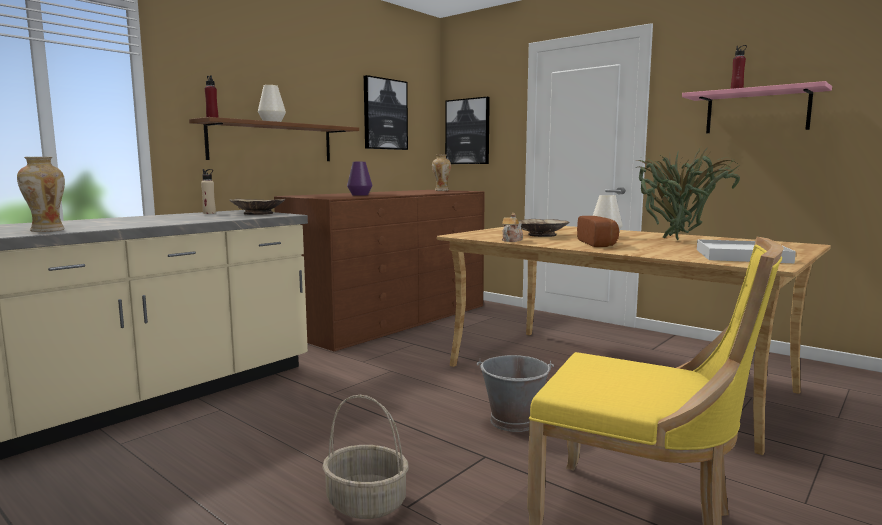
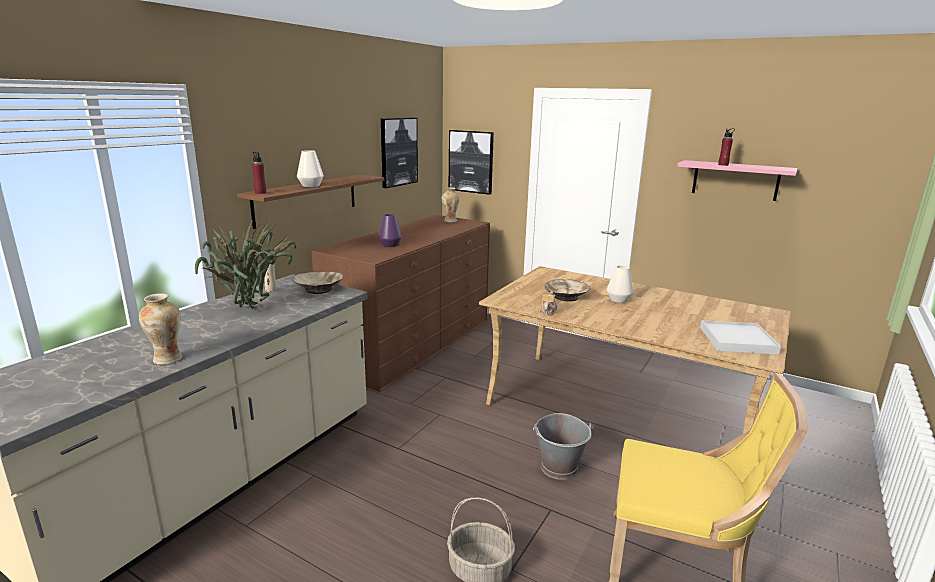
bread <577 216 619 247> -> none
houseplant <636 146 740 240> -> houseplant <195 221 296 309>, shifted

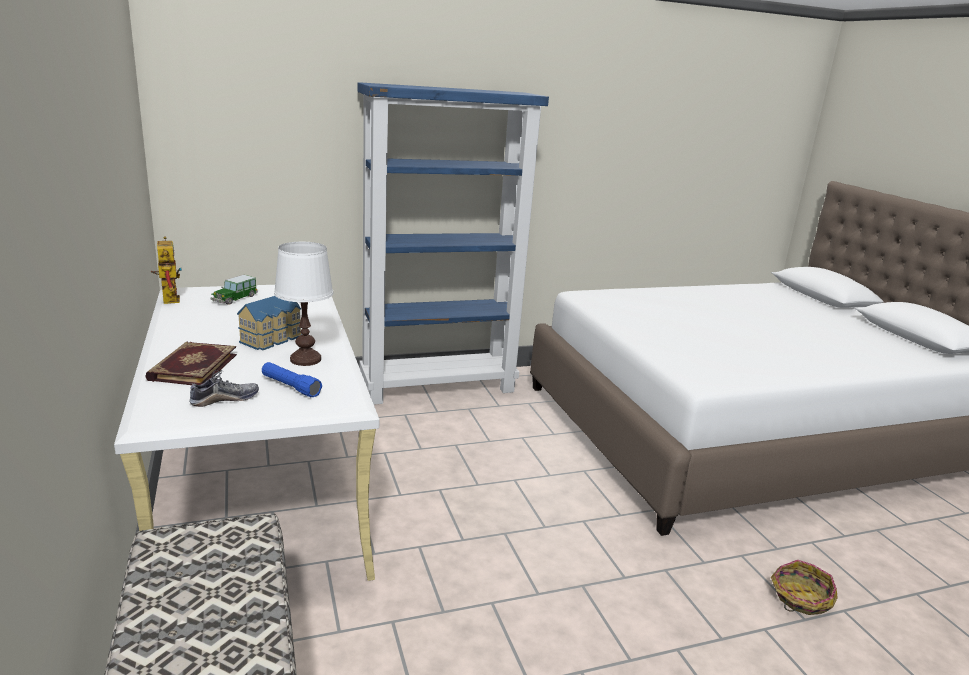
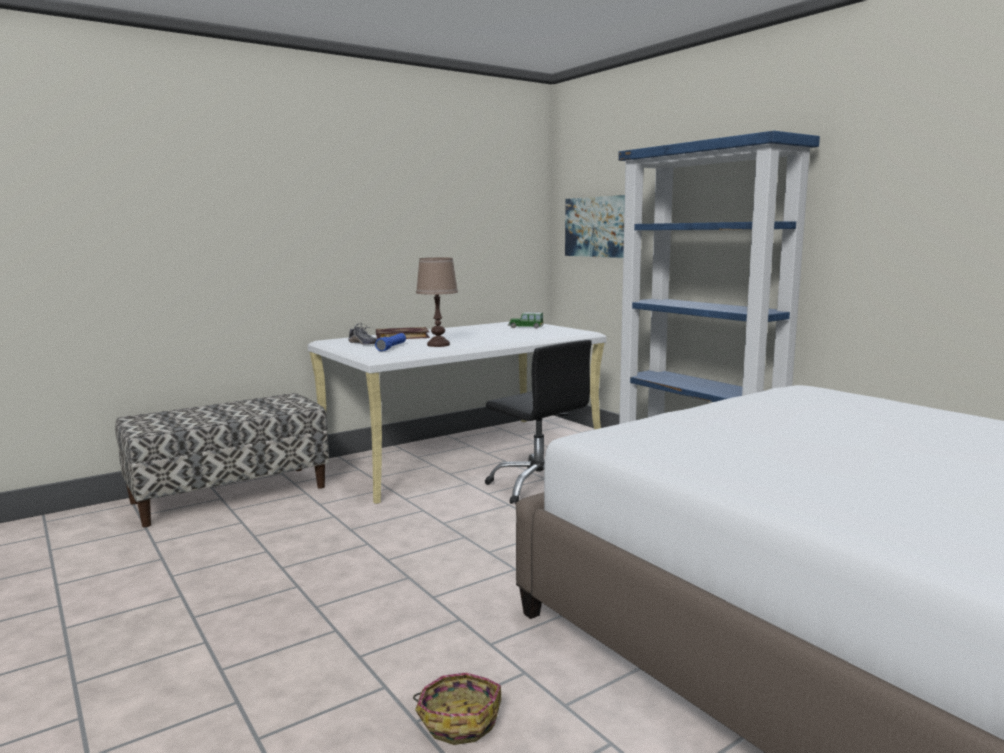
model robot <151 237 182 304> -> none
model house <237 296 301 350> -> none
none -> office chair (blackish) <485 340 592 505>
none -> wall picture <565 195 625 258>
table lamp (whitish) <274 242 333 366> -> table lamp (brown) <416 258 458 347>

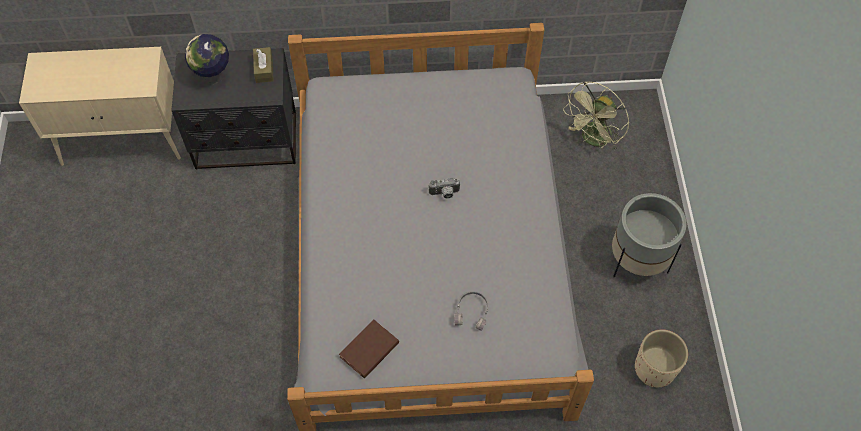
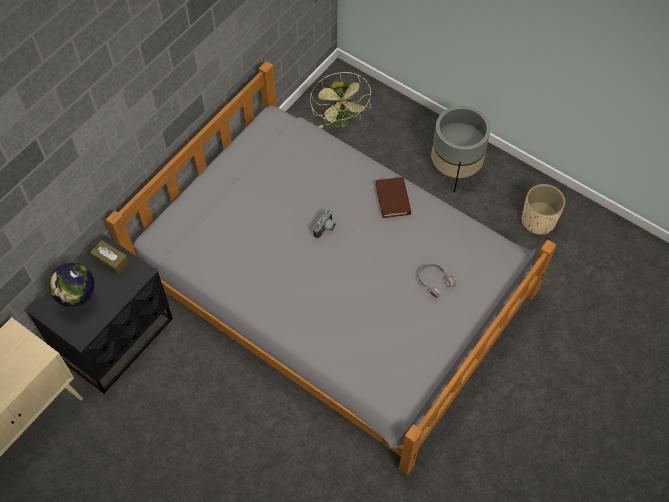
book (brown) <339 319 399 378> -> book (brown) <376 177 411 218>, shifted

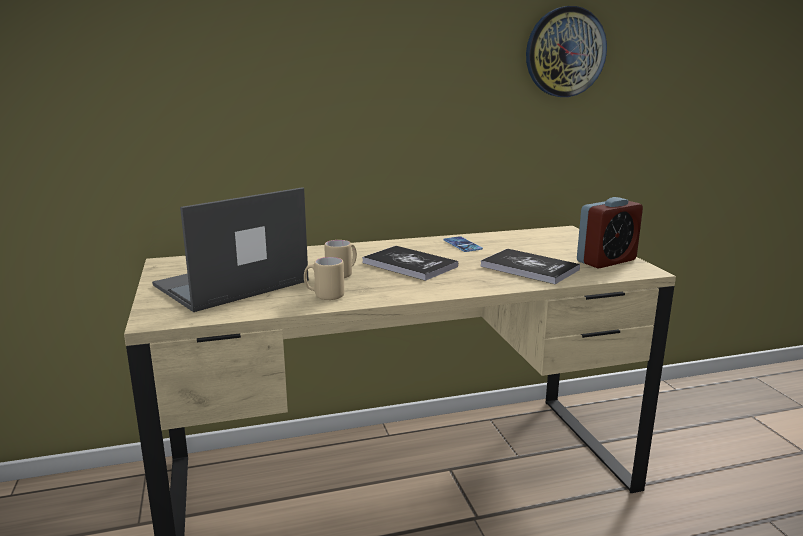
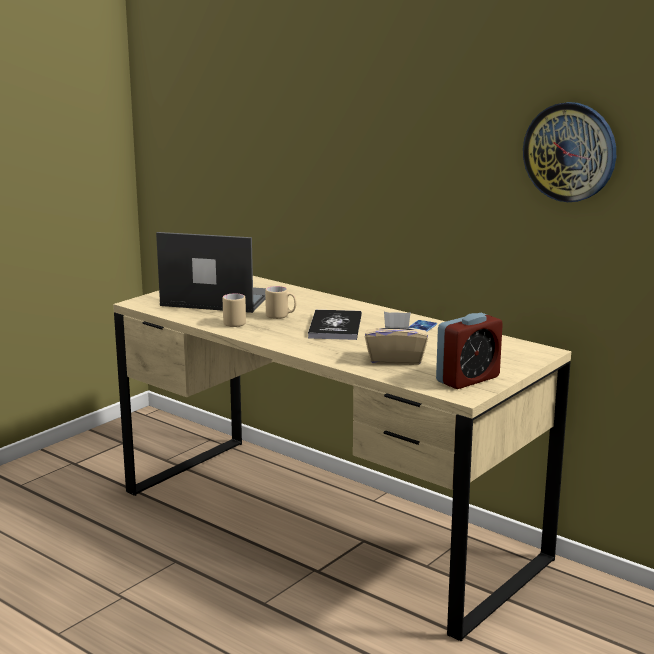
book <480 249 580 284> -> tissue holder (sand-coloured) <365 312 428 365>
table clock <577 197 643 269> -> table clock <436 313 503 389>, 60 degrees counterclockwise

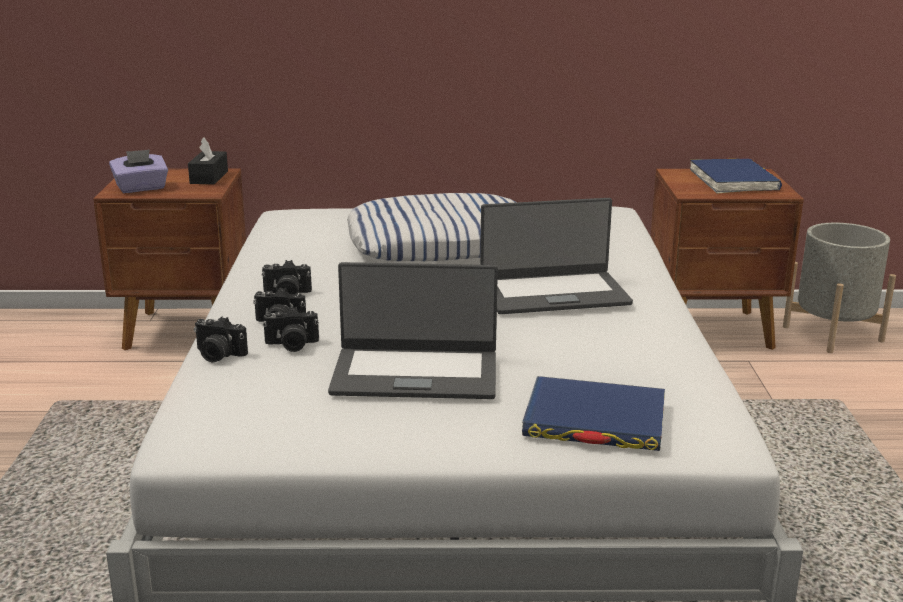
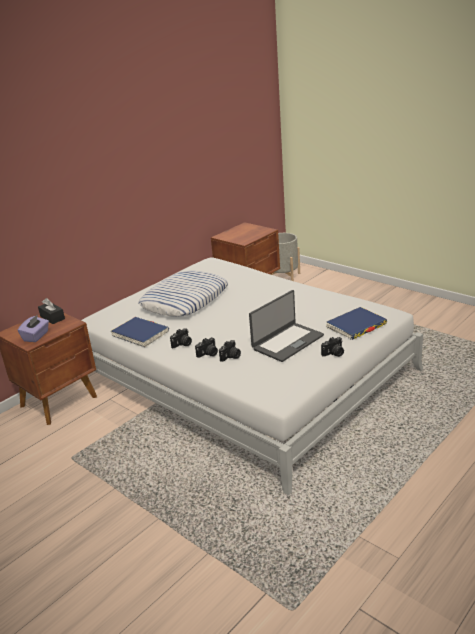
notebook computer <480 198 633 314> -> none
photo camera <194 317 248 363> -> photo camera <321 337 344 357>, shifted
book (bluish) <690 158 782 194> -> book (bluish) <111 317 169 347>, shifted

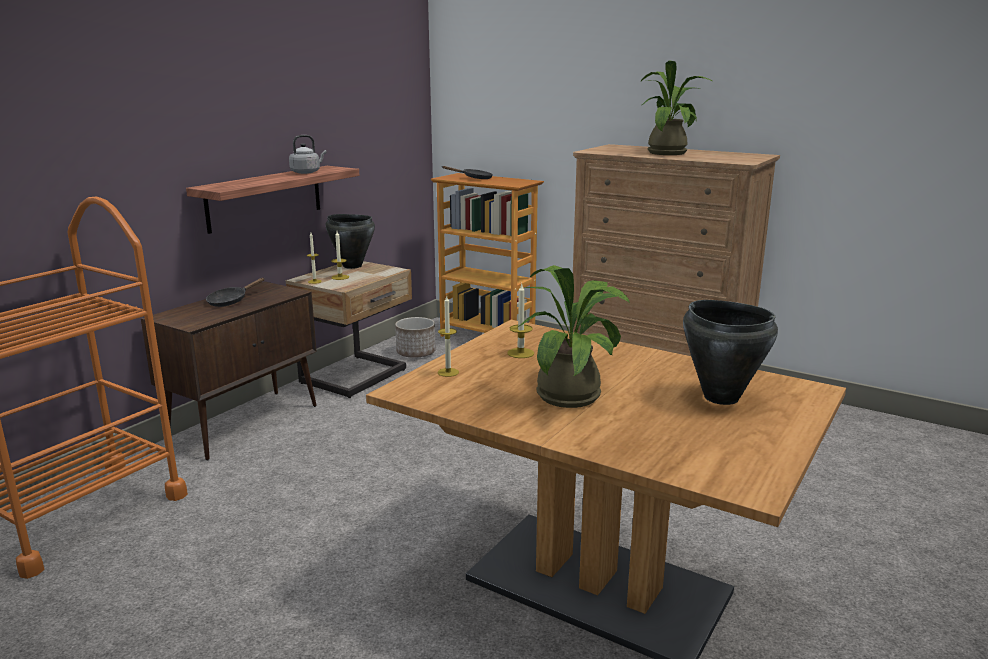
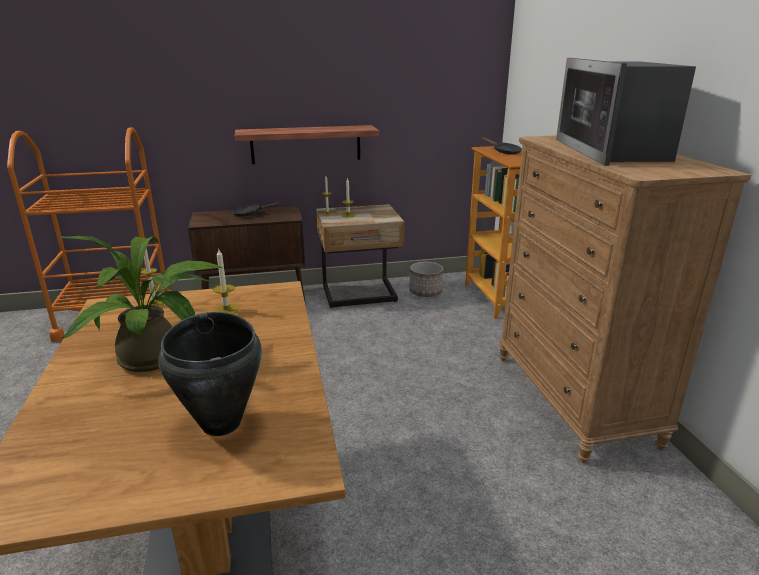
water kettle (greyish) <289 135 327 174> -> none
cooking pot (blackish) <326 214 375 269> -> none
houseplant <640 61 712 155> -> microwave oven <556 58 696 166>

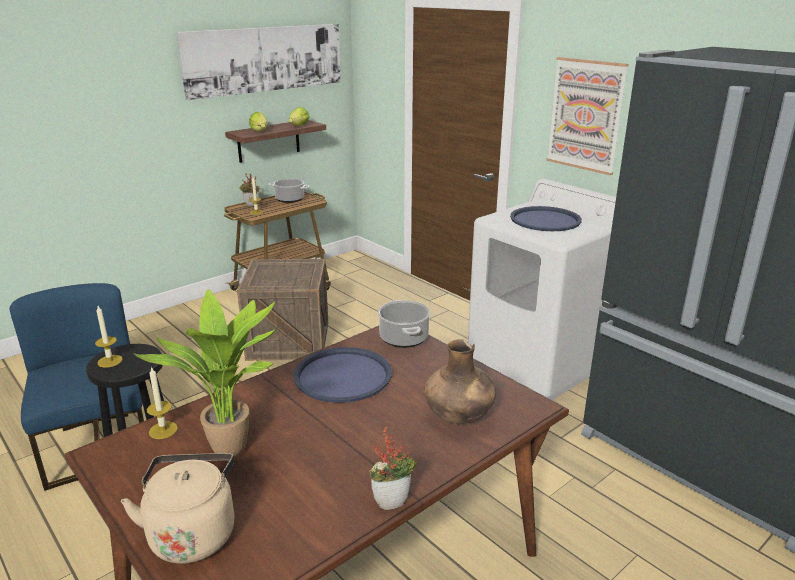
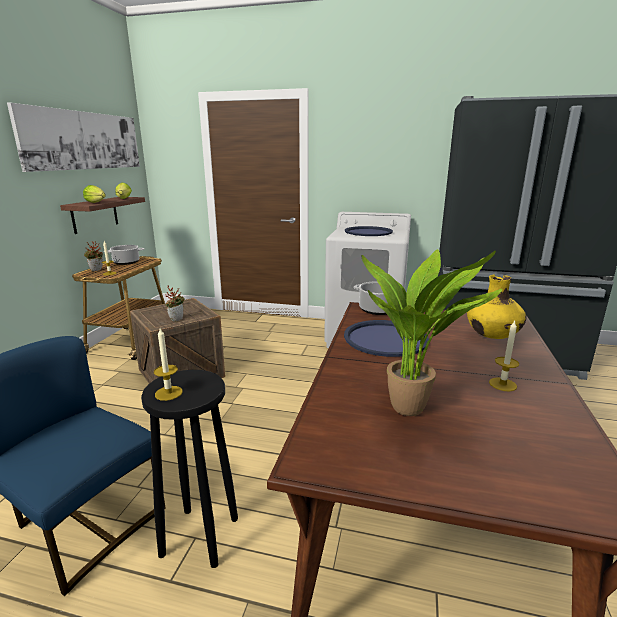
water kettle (sand-coloured) <121 453 234 564> -> none
wall picture <546 57 629 175> -> none
wax light <147 366 178 439> -> wax light <489 321 519 391>, shifted
houseplant <369 427 417 510> -> houseplant <165 285 184 322>, shifted
vase (brown) <424 339 496 424> -> vase (yellow) <467 275 526 339>

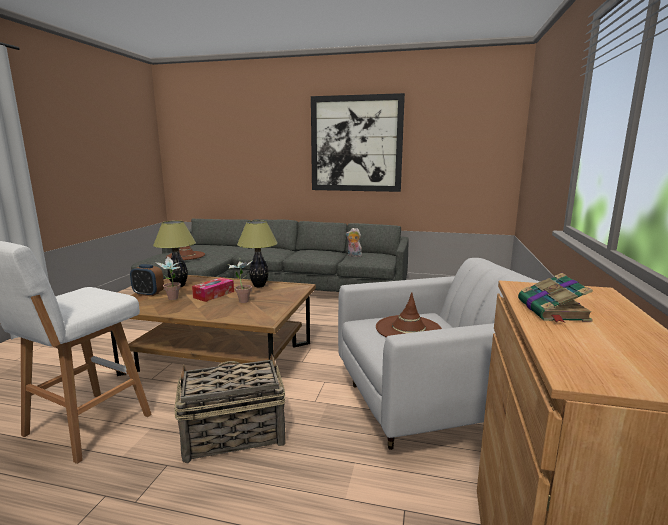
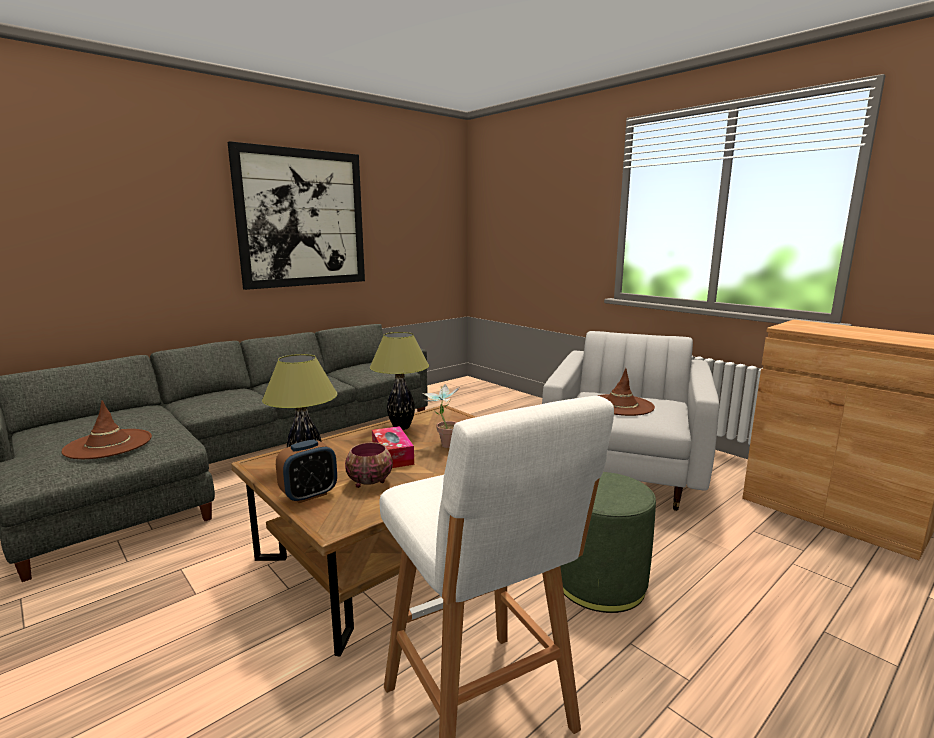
plush toy <346 228 362 257> -> none
book <518 273 593 322> -> none
houseplant <156 256 181 300> -> deep dish <345 442 393 488>
basket <174 354 285 463> -> pouffe (greenish) <560 472 656 613>

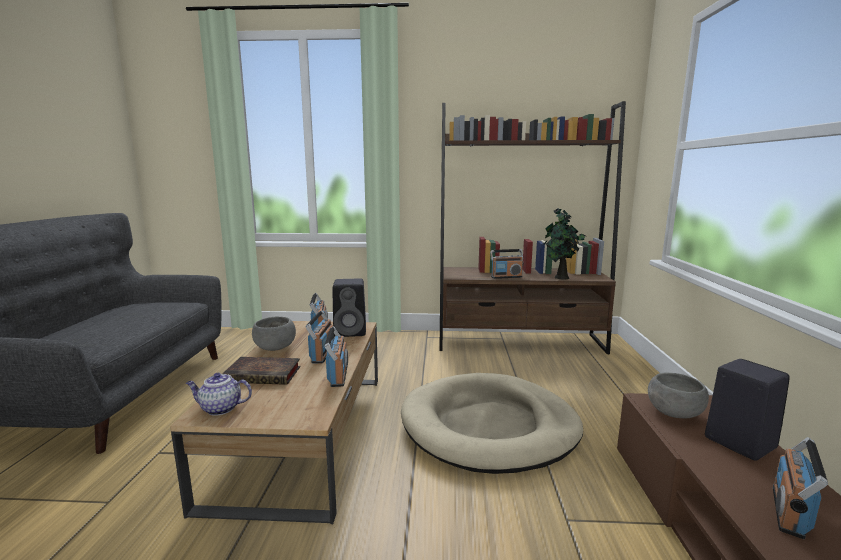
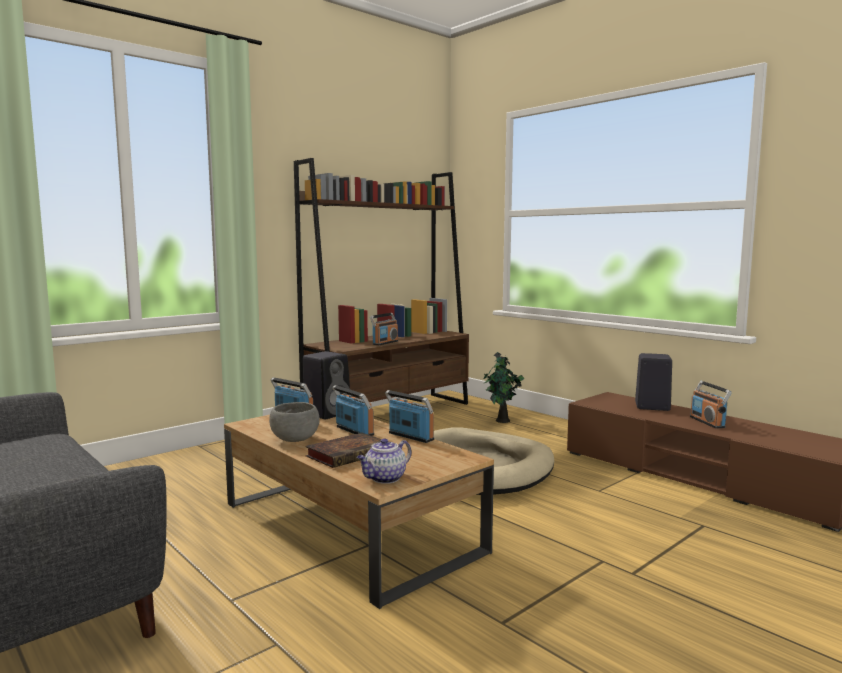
deep dish (greyish) <648 373 709 418> -> none
houseplant <543 208 586 280> -> houseplant <484 352 525 423>, shifted

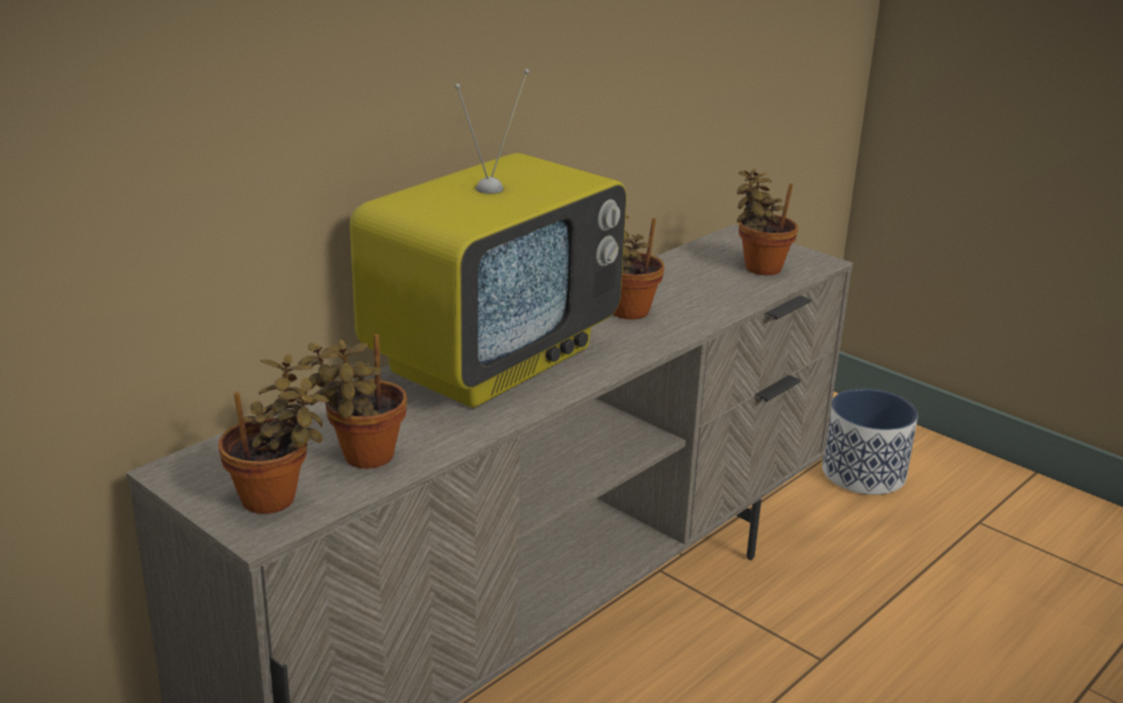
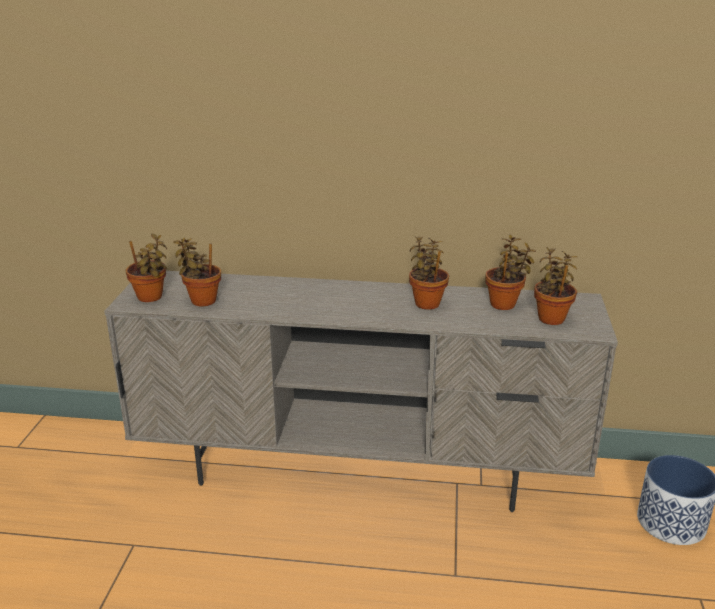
TV <350 69 626 408> -> none
none -> houseplant <485 235 536 310>

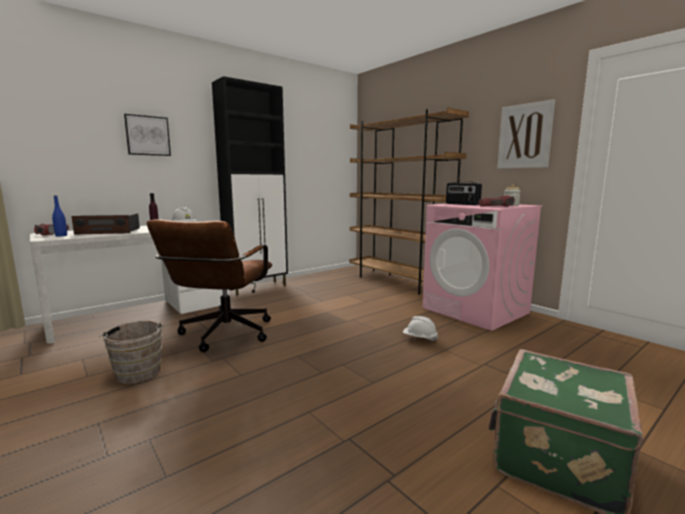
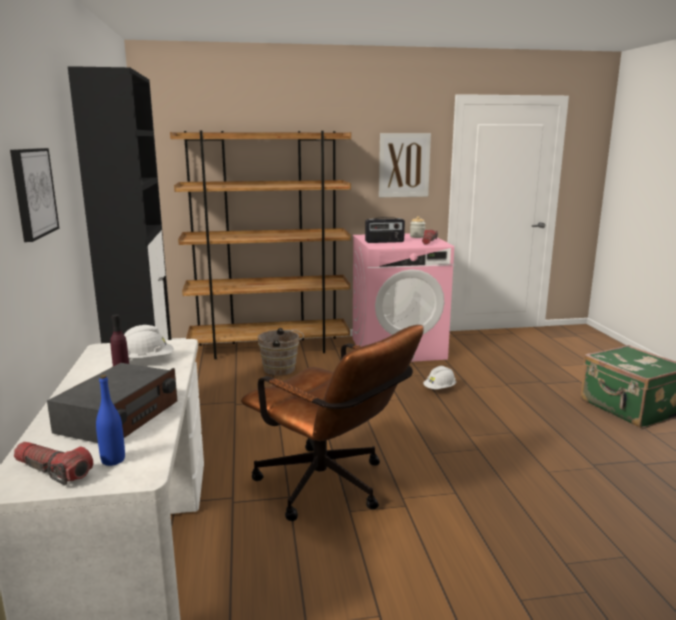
pail (brown) <99 321 164 384> -> pail (brown) <258 328 304 375>, shifted

